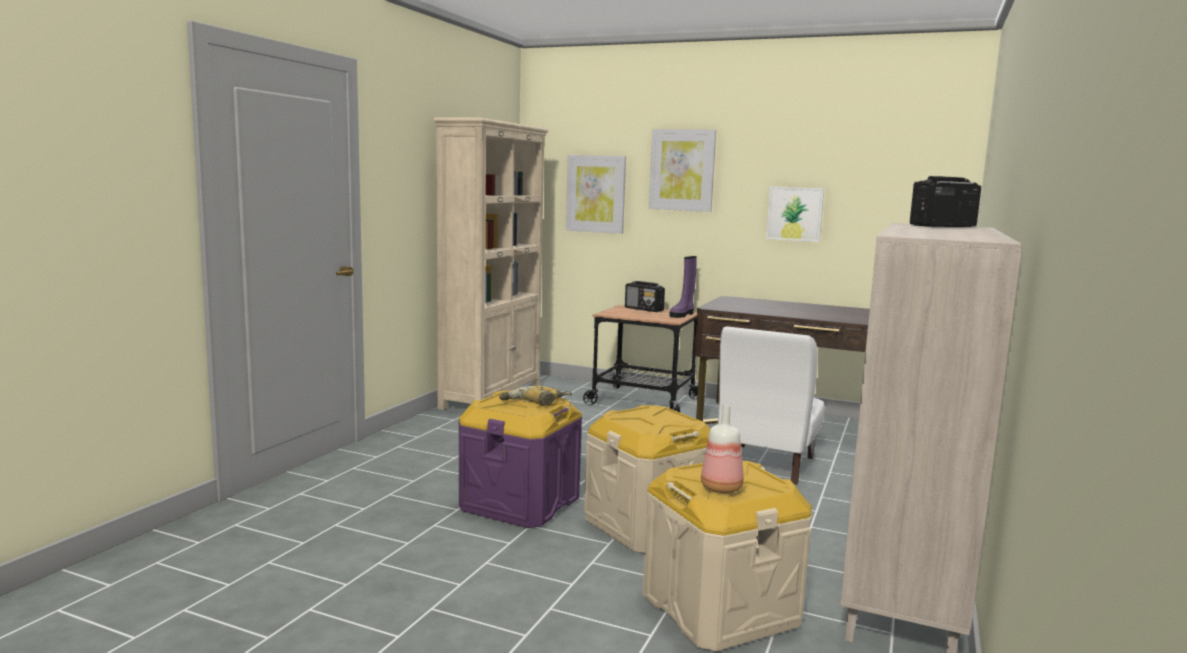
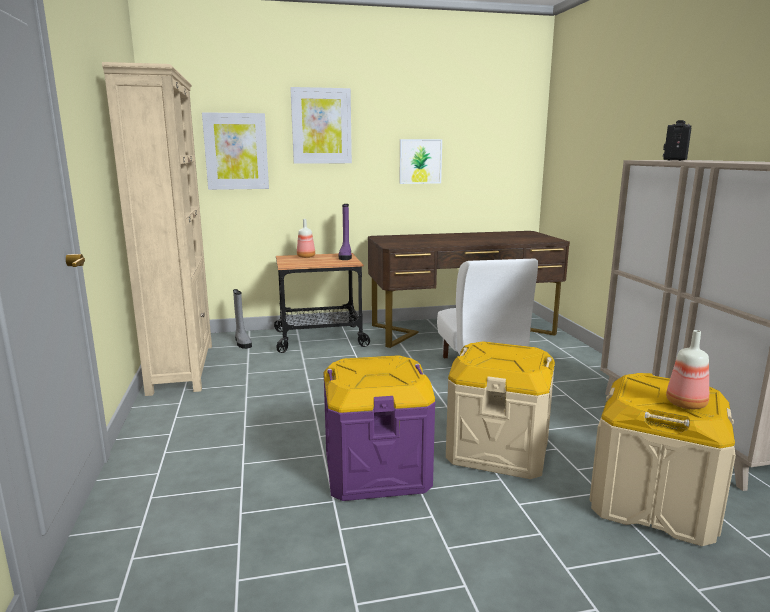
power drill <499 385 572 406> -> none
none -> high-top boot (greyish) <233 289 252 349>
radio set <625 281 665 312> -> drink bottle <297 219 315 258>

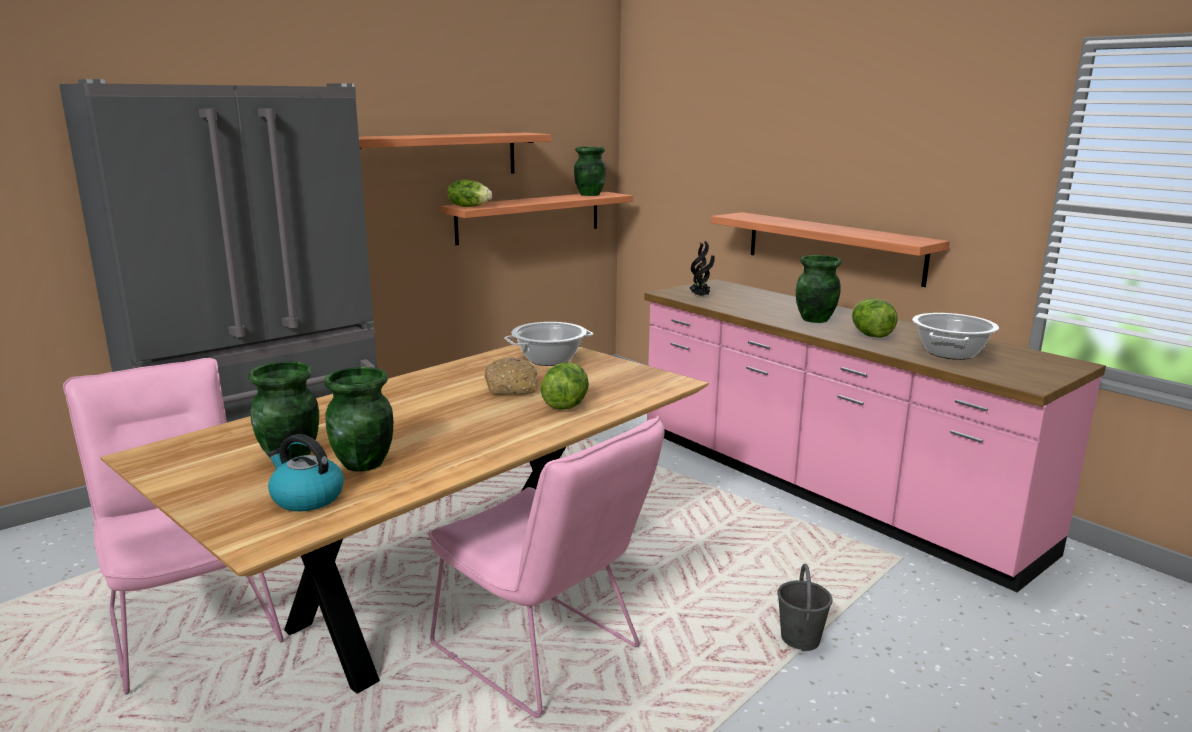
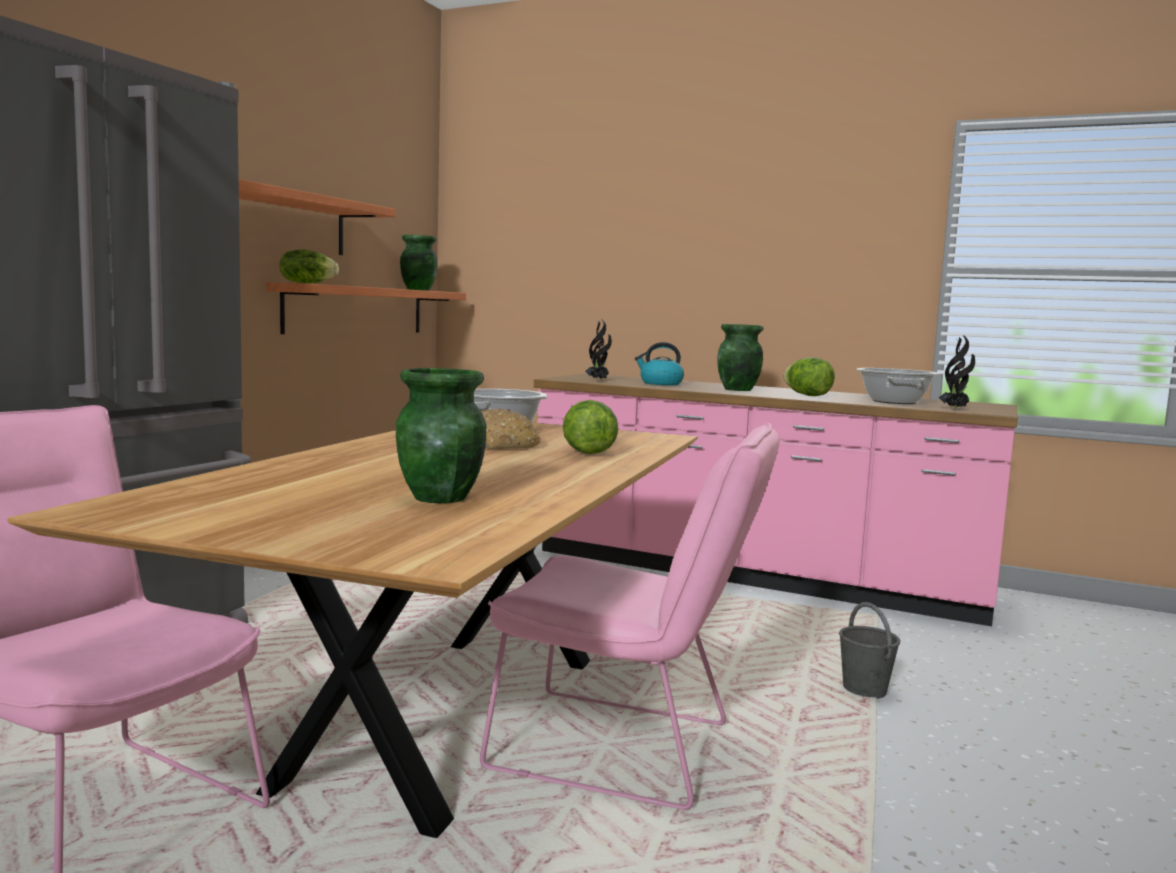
vase (greenish) <248 361 319 459> -> none
bracket shelf <711 212 950 287> -> none
none -> houseplant <939 335 975 409>
water kettle <268 434 344 511> -> water kettle <635 342 684 385>, shifted

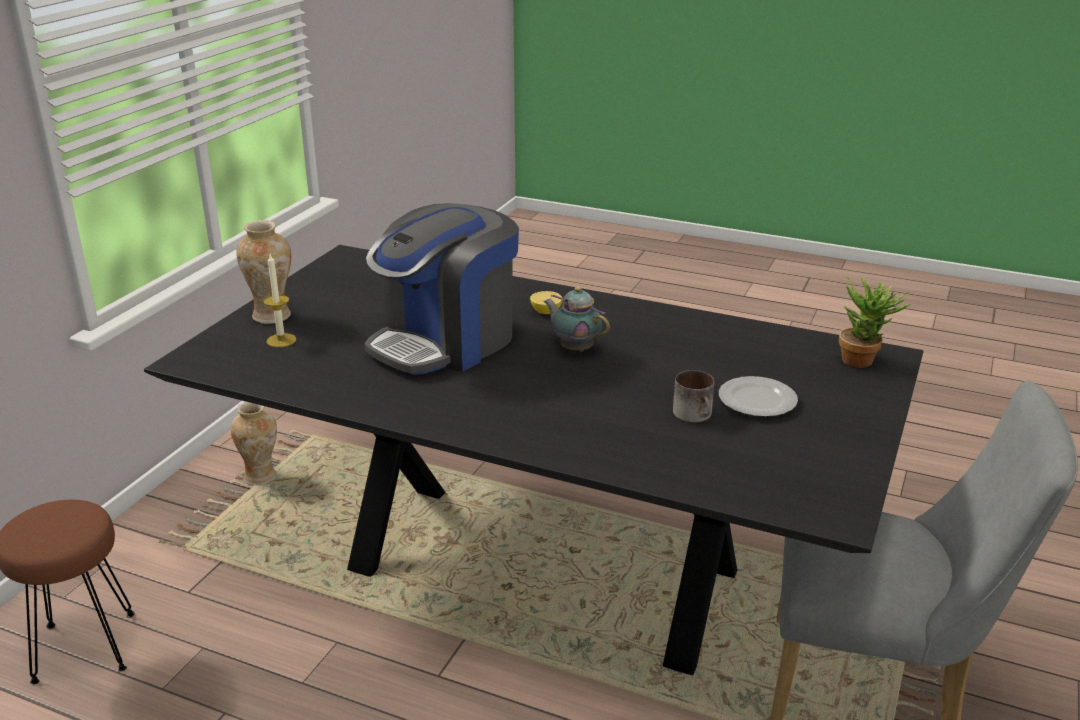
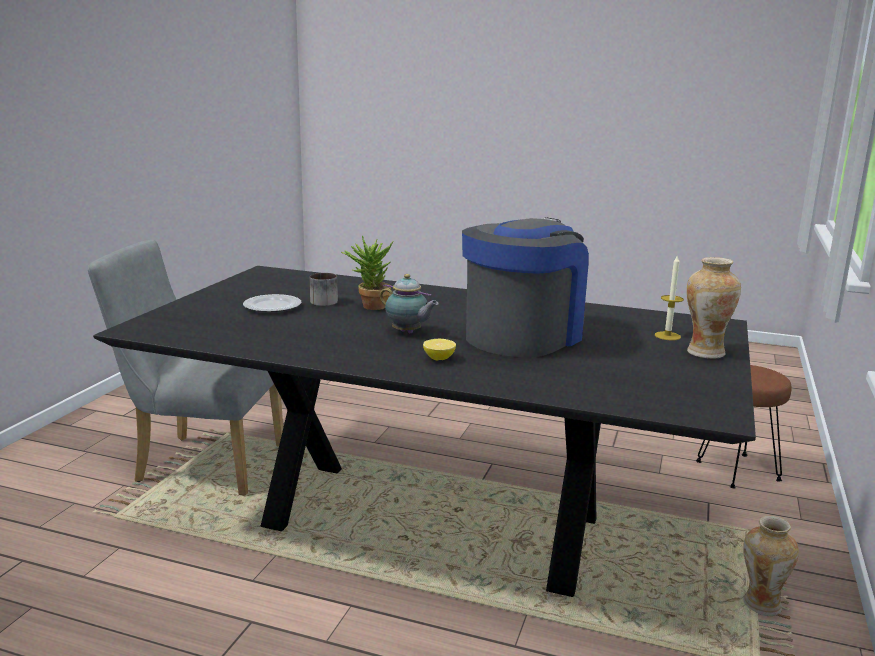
houseplant <839 275 911 368> -> houseplant <341 236 394 310>, shifted

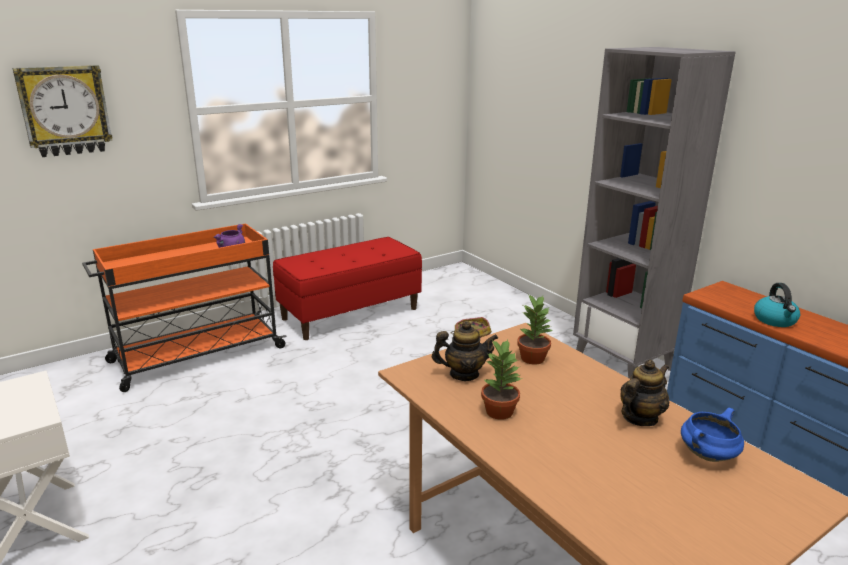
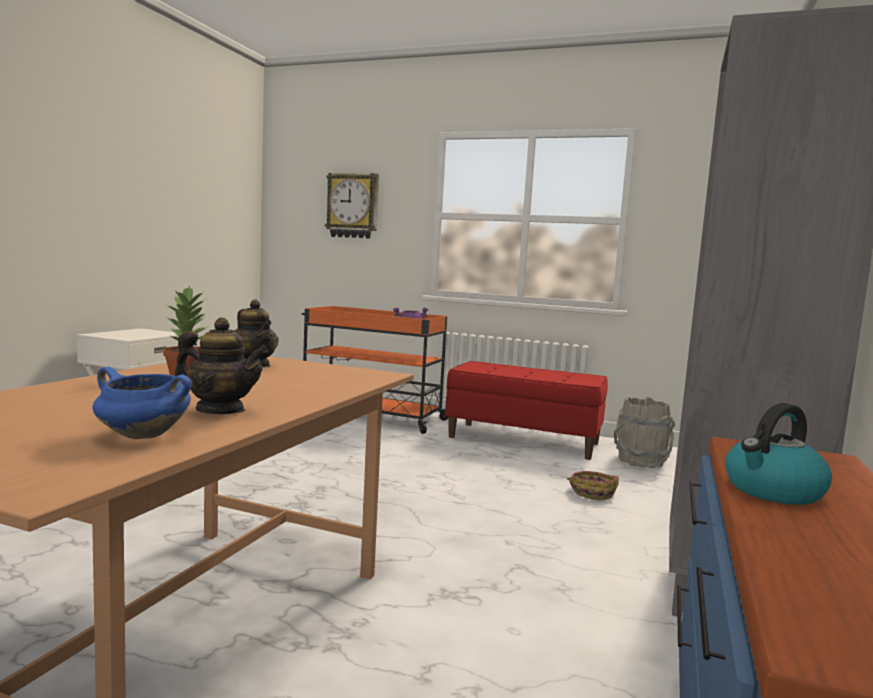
houseplant <517 294 553 365> -> none
none -> pail (greyish) <614 397 675 468>

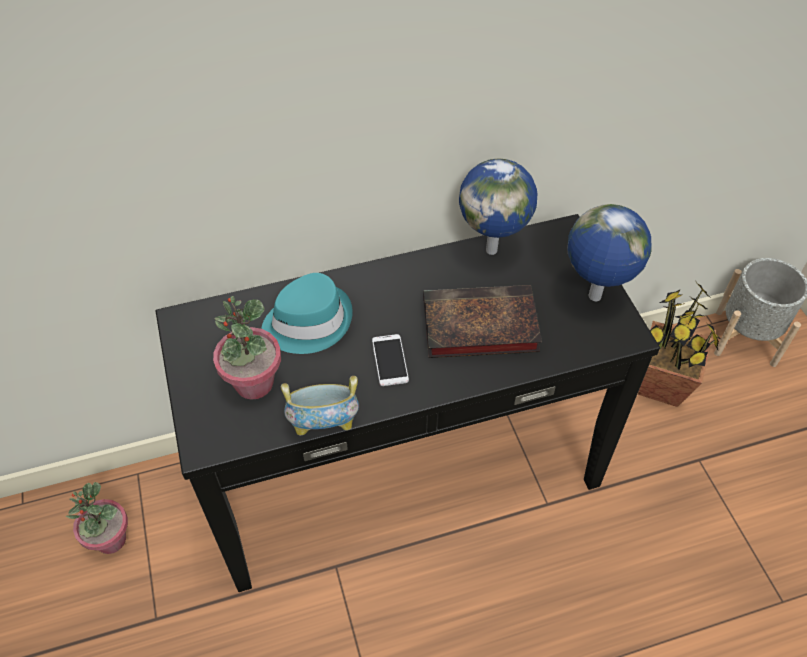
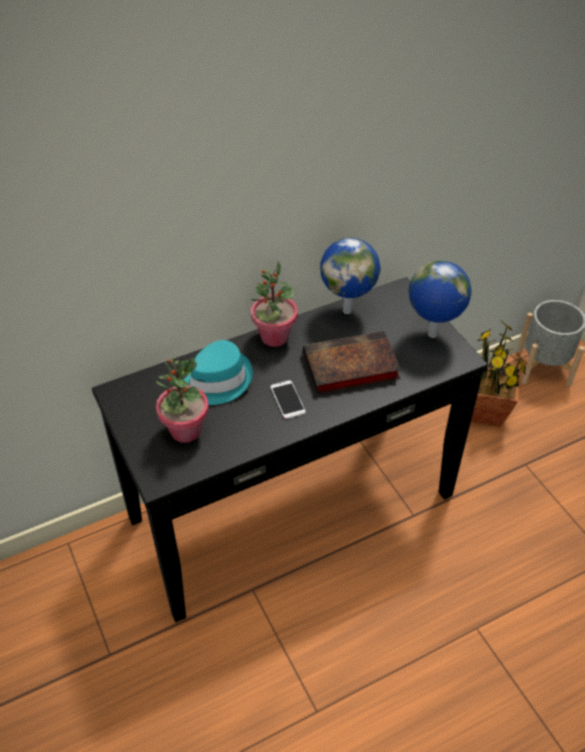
deep dish <281 376 359 435> -> none
houseplant <66 482 128 554> -> houseplant <251 261 298 347>, shifted

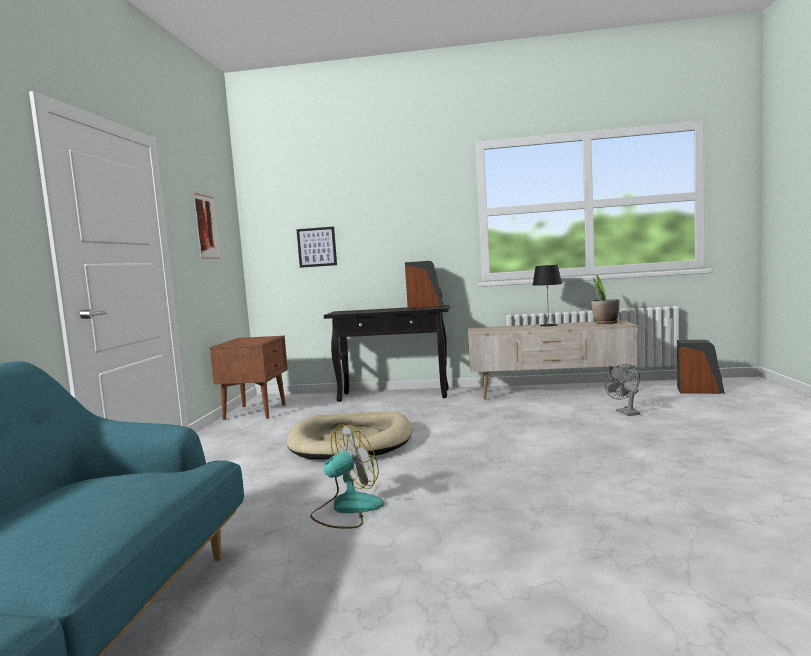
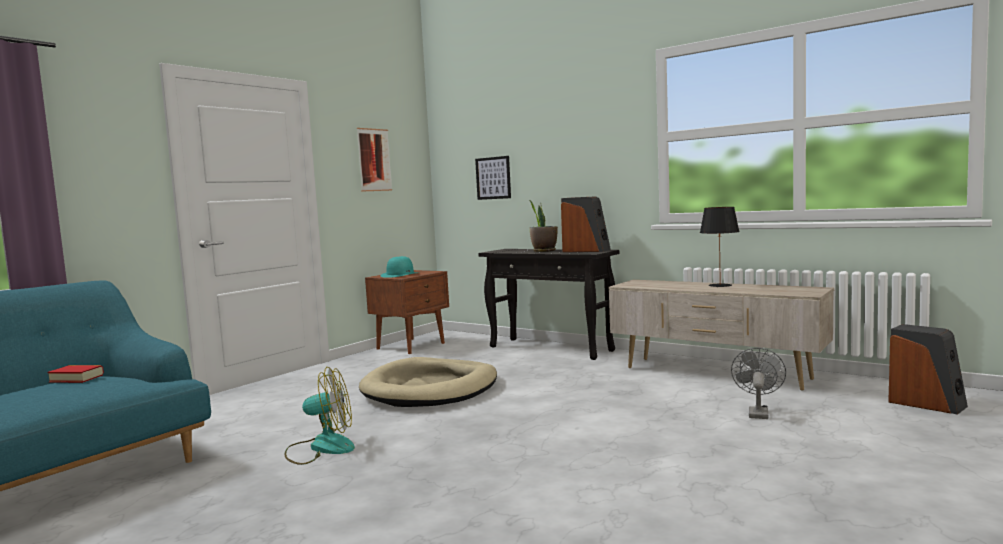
none -> book <48 365 104 383>
none -> wearable hat (turquoise-coloured) <381 256 417 278>
houseplant <591 275 619 324> -> houseplant <529 201 558 252>, shifted

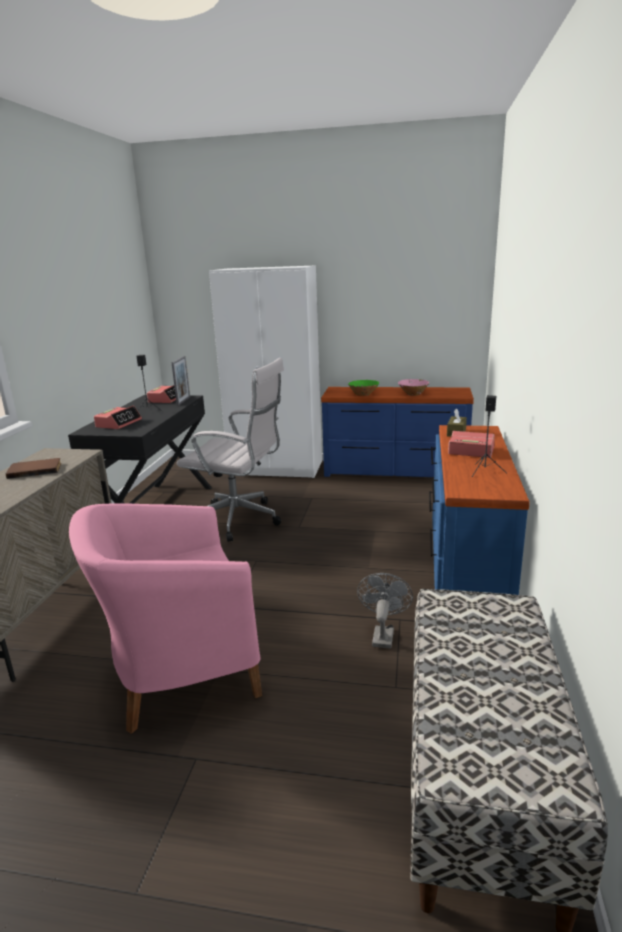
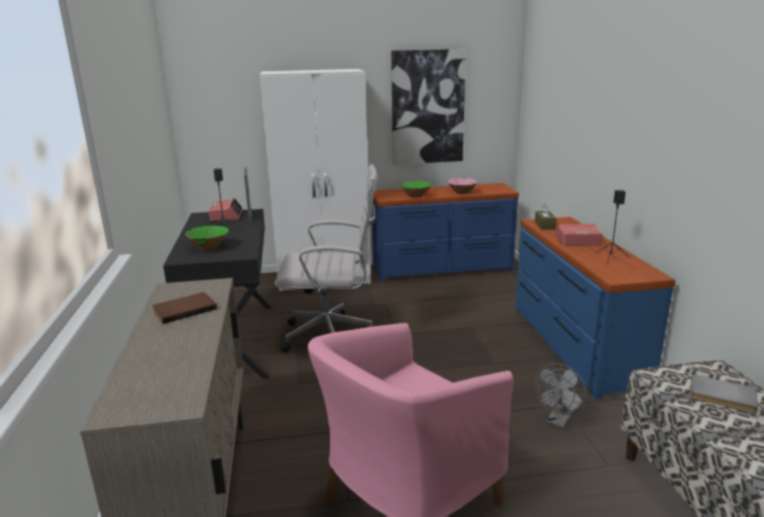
none -> wall picture <391 49 466 165>
none -> book (greyish) <690 374 758 413>
table clock <94 406 142 429> -> deep dish (greenish) <185 226 229 250>
fan (greyish) <357 573 413 649> -> fan (greyish) <534 363 586 428>, 135 degrees counterclockwise

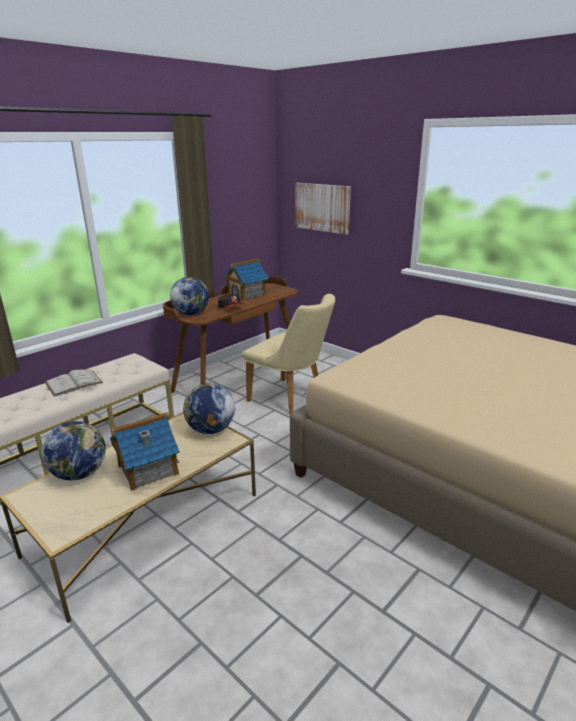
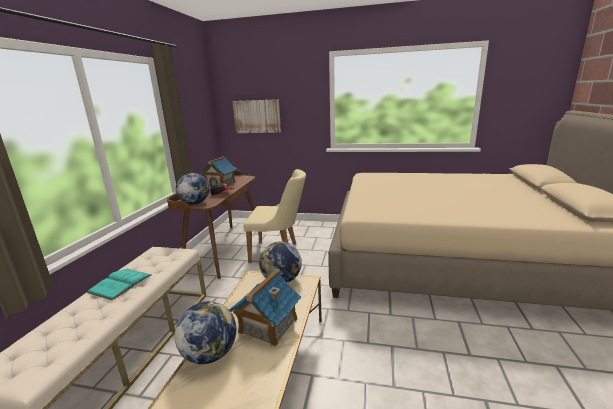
book (whitish) <45 370 103 396> -> book (turquoise-coloured) <87 269 152 300>

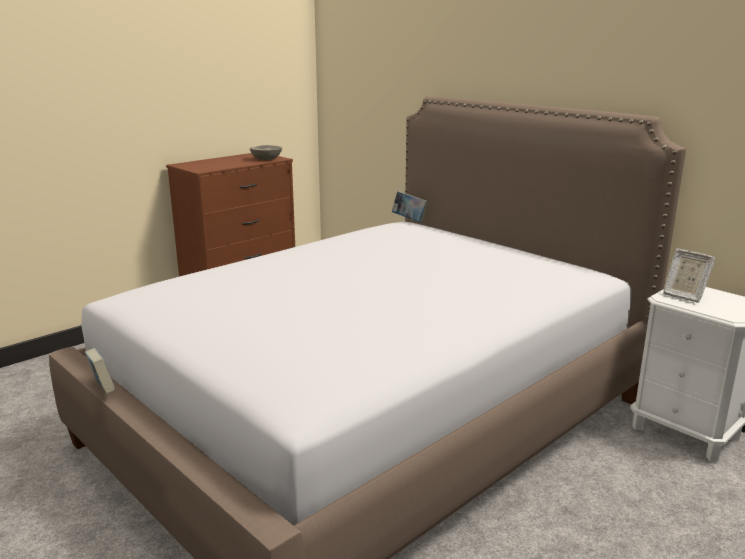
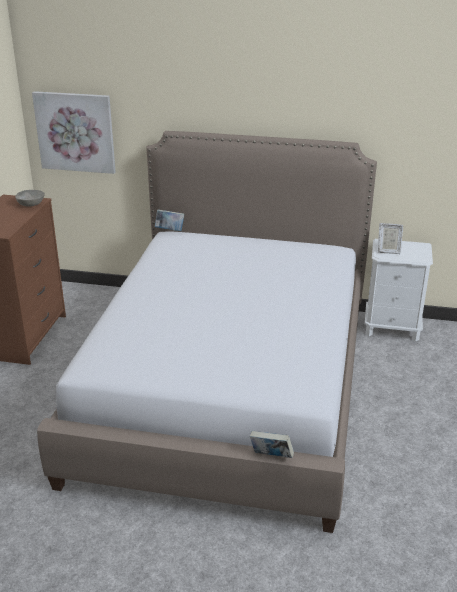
none -> wall picture <32 91 116 174>
book <85 348 115 394> -> book <250 431 294 458>, shifted

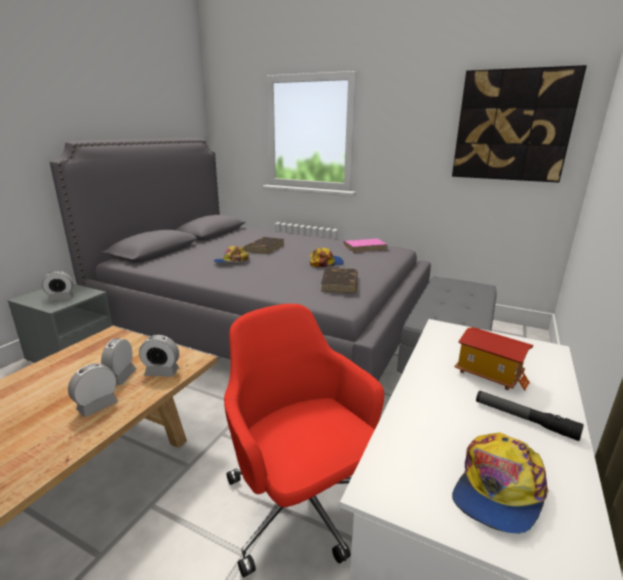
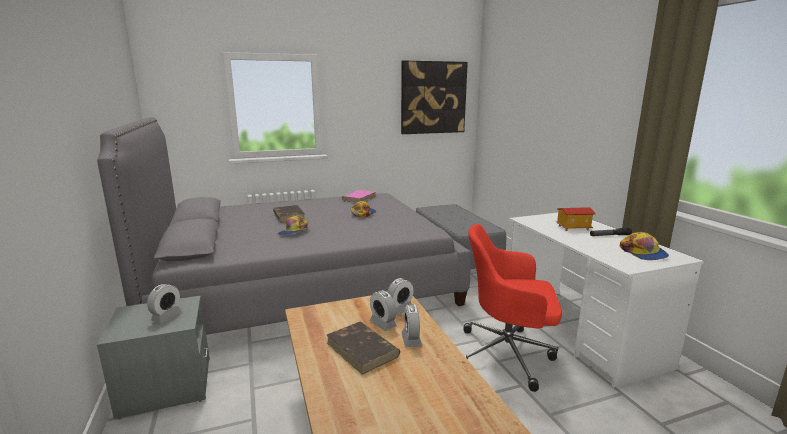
book (brown) <321 268 358 293> -> book (brown) <327 322 400 375>, shifted

